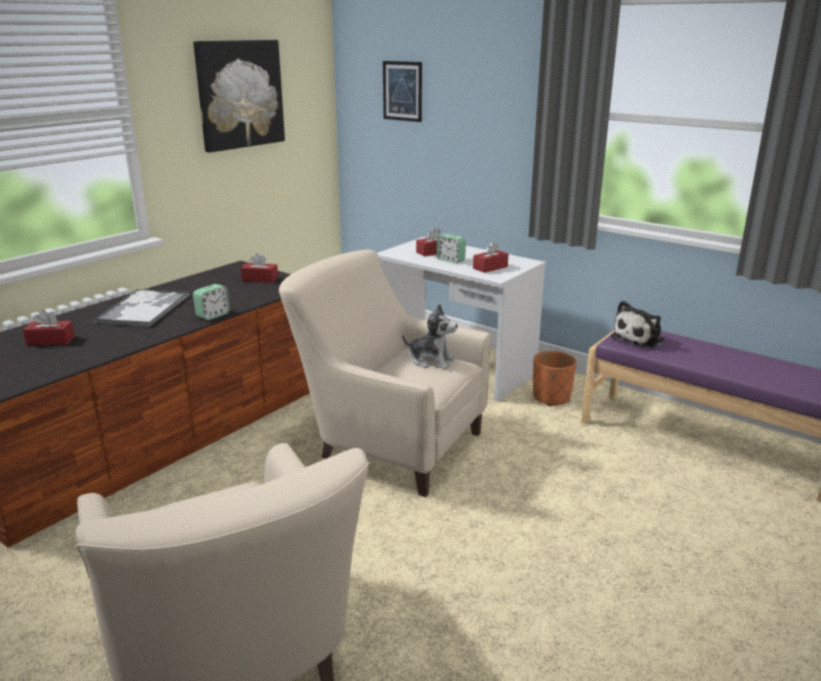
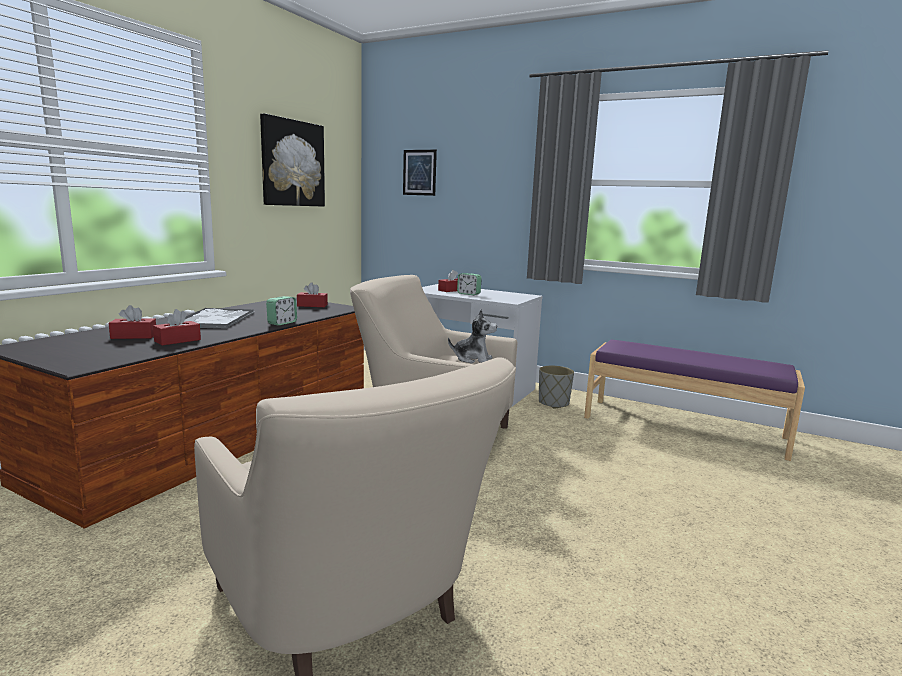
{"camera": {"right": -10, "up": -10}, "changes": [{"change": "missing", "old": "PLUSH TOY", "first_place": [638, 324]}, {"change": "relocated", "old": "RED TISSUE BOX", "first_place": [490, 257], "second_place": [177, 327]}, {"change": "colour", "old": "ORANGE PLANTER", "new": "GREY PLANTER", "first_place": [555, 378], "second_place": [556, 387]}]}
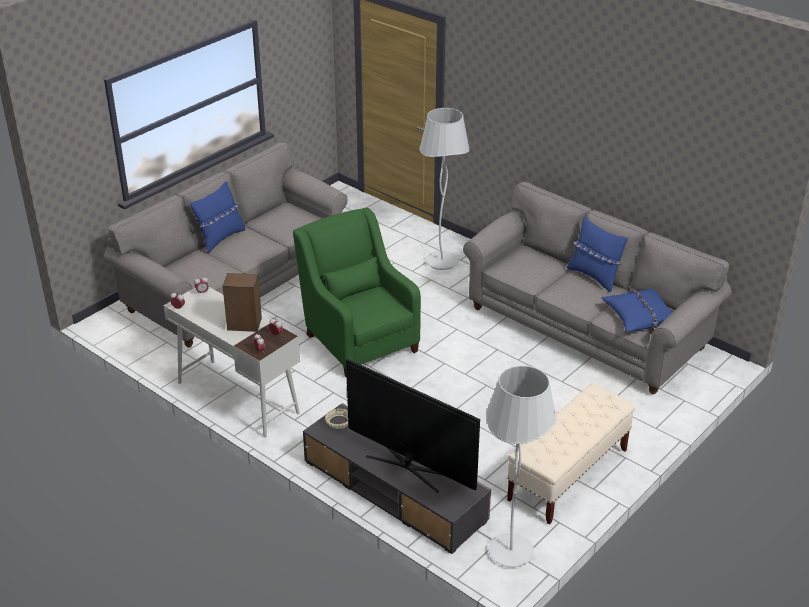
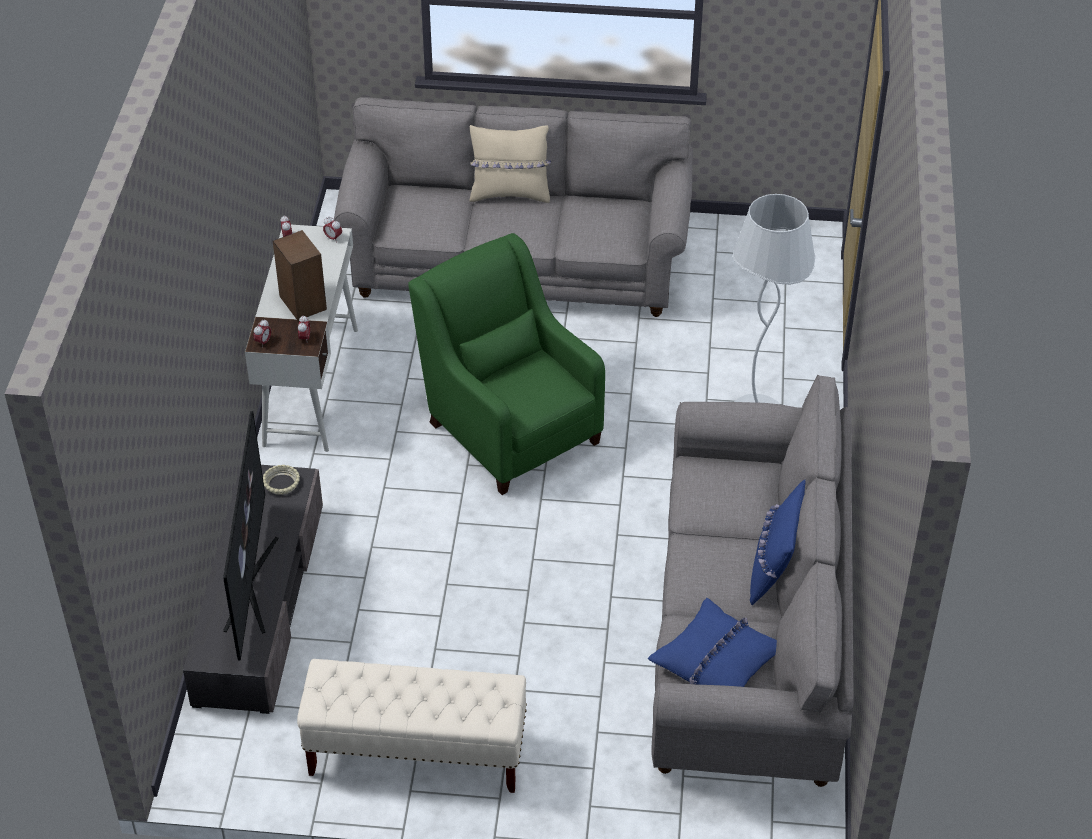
{"camera": {"right": 55, "up": 10}, "changes": [{"change": "missing", "old": "WHITE FLOOR LAMP", "first_place": [521, 466]}, {"change": "colour", "old": "BLUE PILLOW", "new": "BEIGE PILLOW", "first_place": [218, 217], "second_place": [510, 164]}, {"change": "spun", "old": "GREEN ARMCHAIR", "first_place": [357, 293], "second_place": [506, 364], "degrees": -60}]}
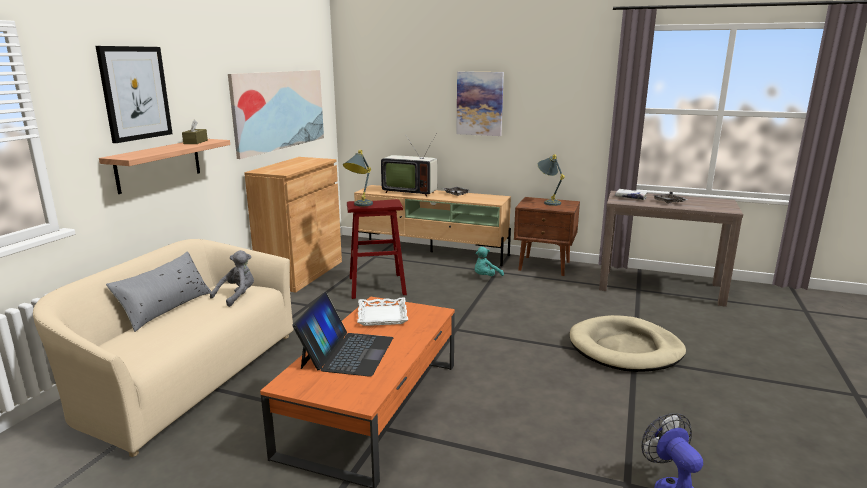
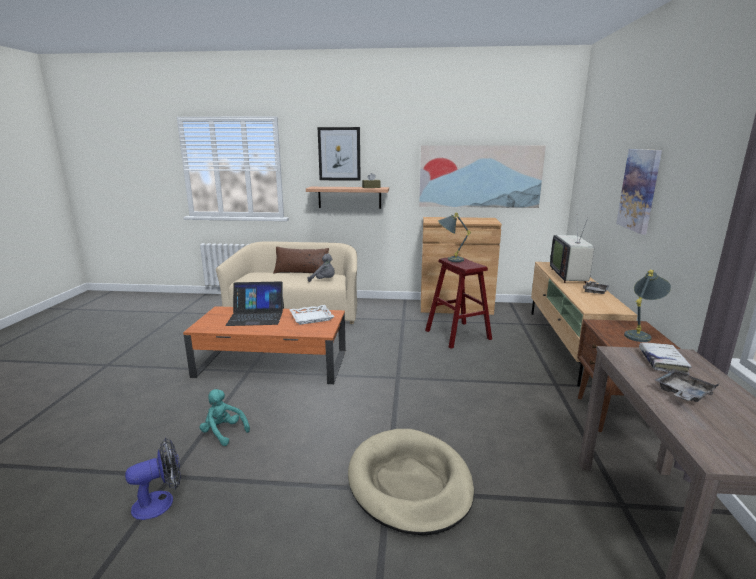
{"camera": {"right": 75, "up": 0}, "changes": [{"change": "relocated", "old": "TURQUOISE PLUSH TOY", "first_place": [489, 261], "second_place": [224, 417]}, {"change": "colour", "old": "GREY PILLOW", "new": "BROWN PILLOW", "first_place": [158, 291], "second_place": [301, 260]}]}
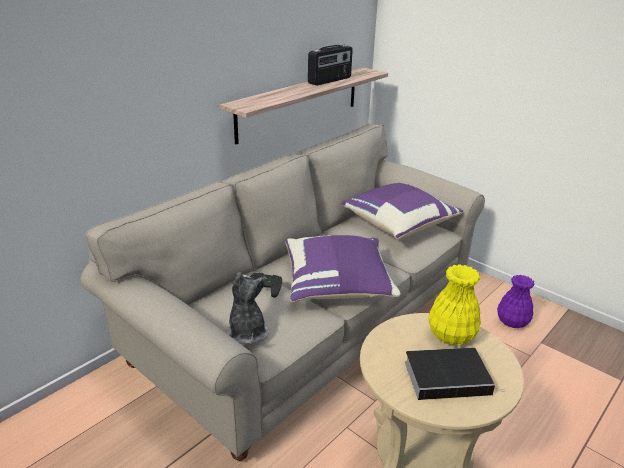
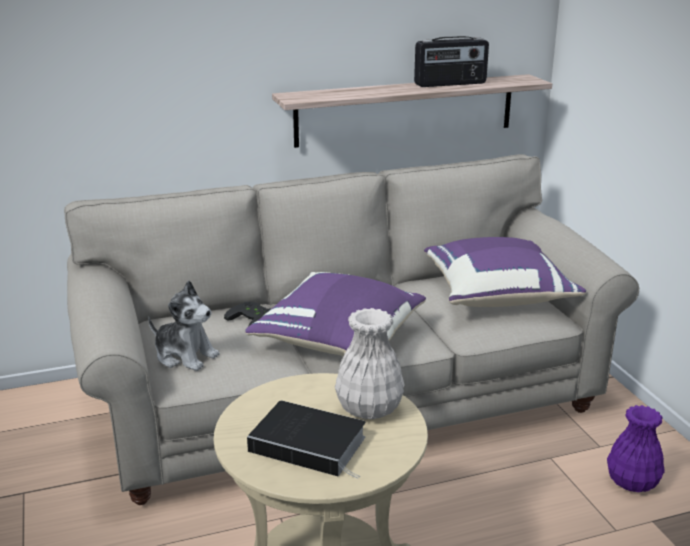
{"camera": {"right": 30, "up": -5}, "changes": [{"change": "colour", "old": "YELLOW VASE", "new": "WHITE VASE", "first_place": [454, 304], "second_place": [369, 363]}, {"change": "spun", "old": "PLUSH TOY", "first_place": [247, 308], "second_place": [184, 325], "degrees": 105}]}
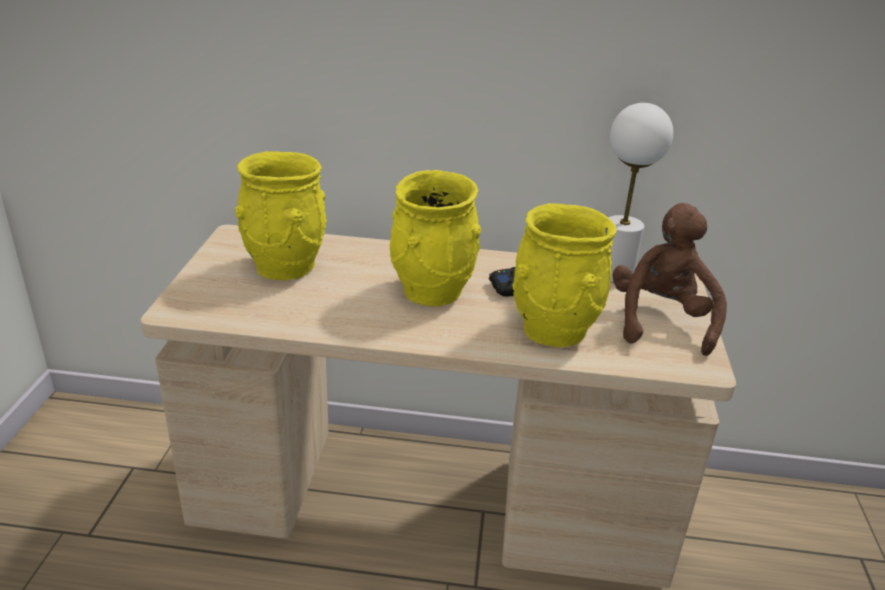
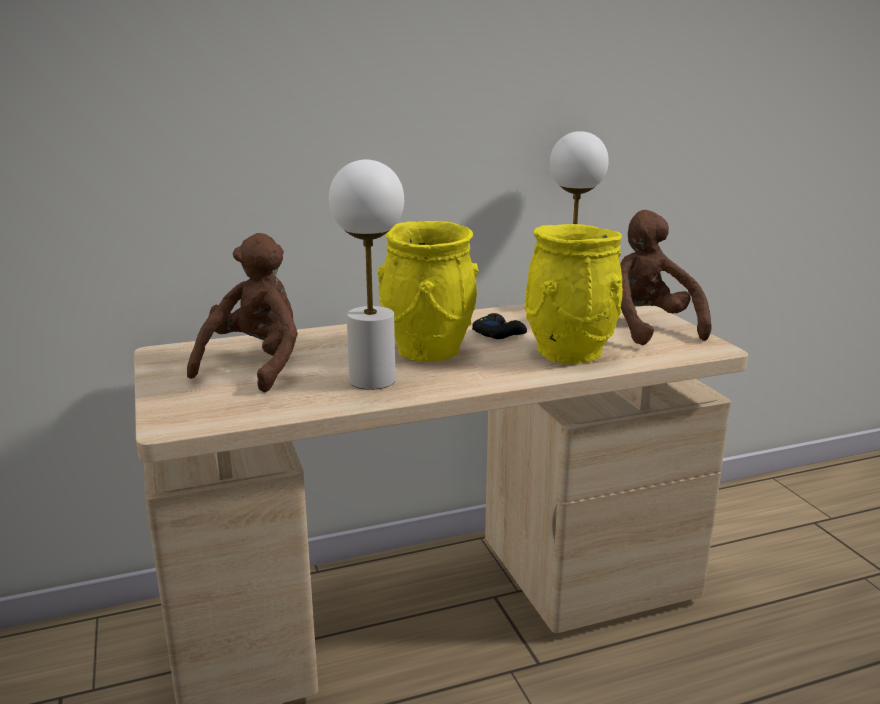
{"camera": {"right": -25, "up": -10}, "changes": [{"change": "appeared", "new": "WHITE TABLE LAMP", "second_place": [366, 275]}, {"change": "exchanged", "old": "YELLOW VASE", "new": "BROWN PLUSH TOY", "first_place": [281, 216], "second_place": [242, 312]}]}
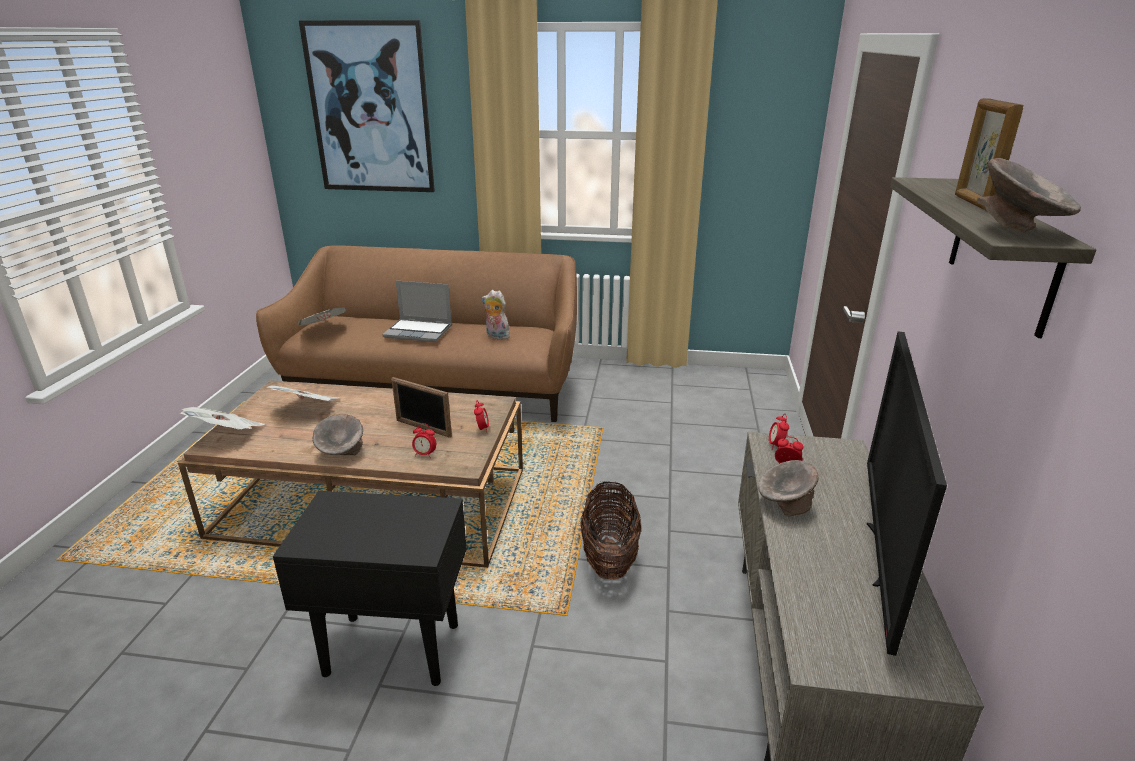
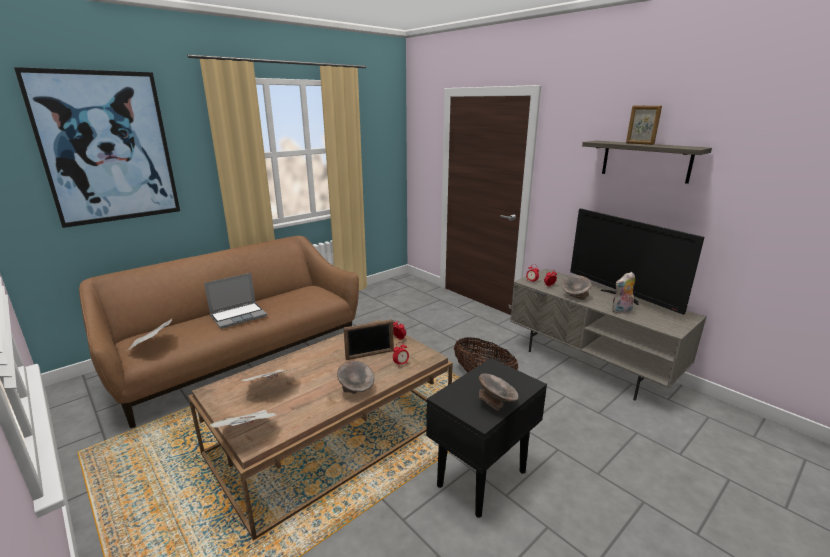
{"camera": {"right": -50, "up": -5}, "changes": [{"change": "relocated", "old": "PLUSH TOY", "first_place": [496, 315], "second_place": [623, 293]}, {"change": "relocated", "old": "GREY BOWL", "first_place": [1029, 195], "second_place": [499, 392]}]}
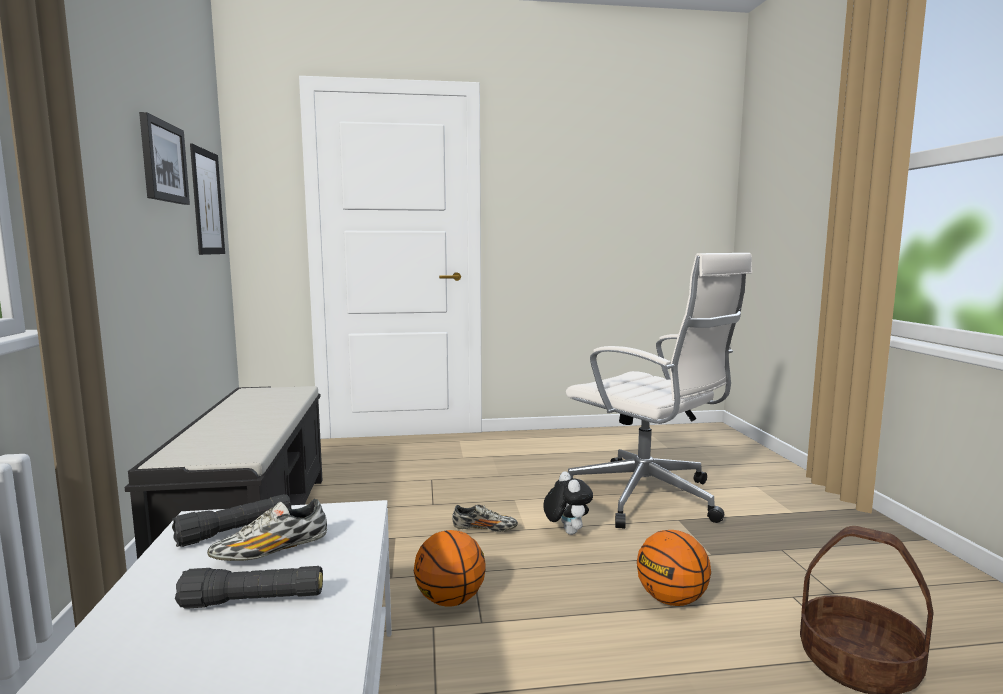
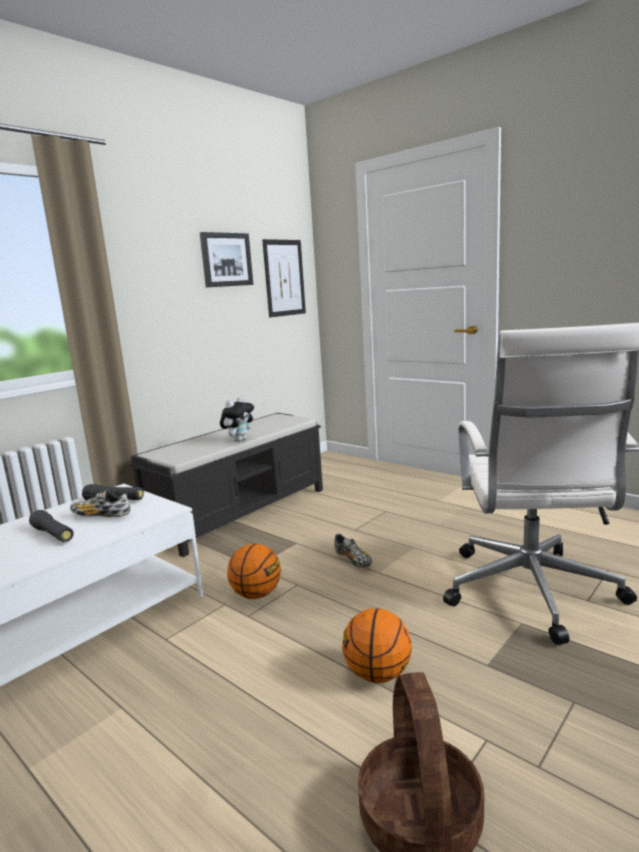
{"camera": {"right": 50, "up": 5}, "changes": [{"change": "relocated", "old": "PLUSH TOY", "first_place": [568, 503], "second_place": [237, 419]}]}
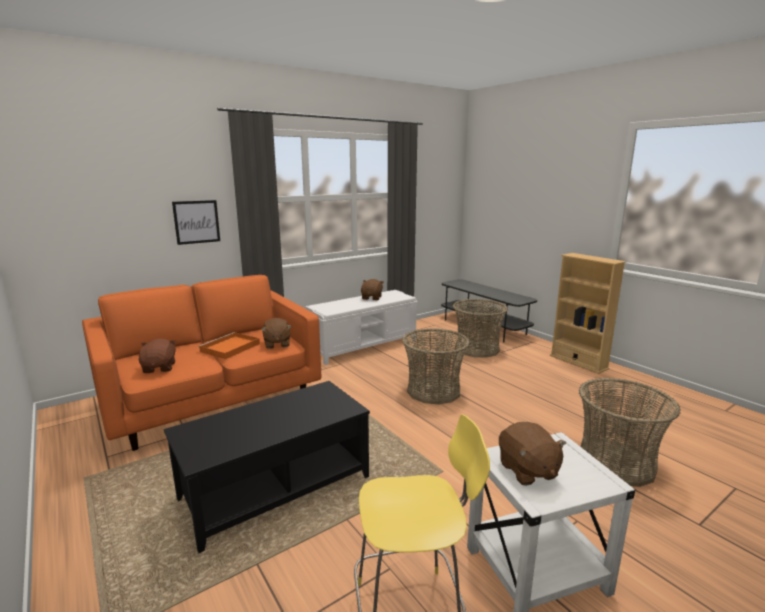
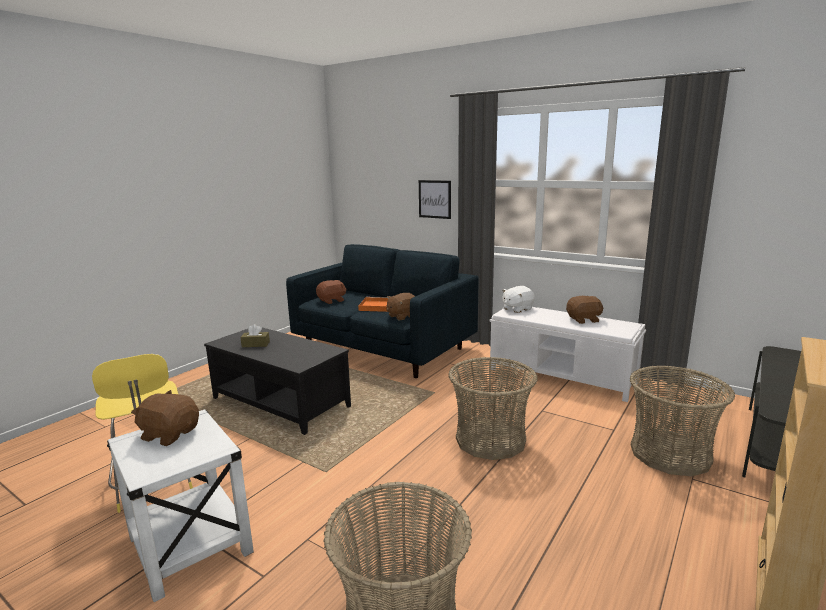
{"camera": {"right": 70, "up": 0}, "changes": [{"change": "appeared", "new": "BROWN TISSUE BOX", "second_place": [255, 335]}, {"change": "appeared", "new": "WHITE PLUSH TOY", "second_place": [518, 299]}, {"change": "colour", "old": "ORANGE SOFA", "new": "BLUE SOFA", "first_place": [201, 363], "second_place": [382, 311]}, {"change": "spun", "old": "BROWN PLUSH TOY", "first_place": [532, 454], "second_place": [165, 418], "degrees": 60}]}
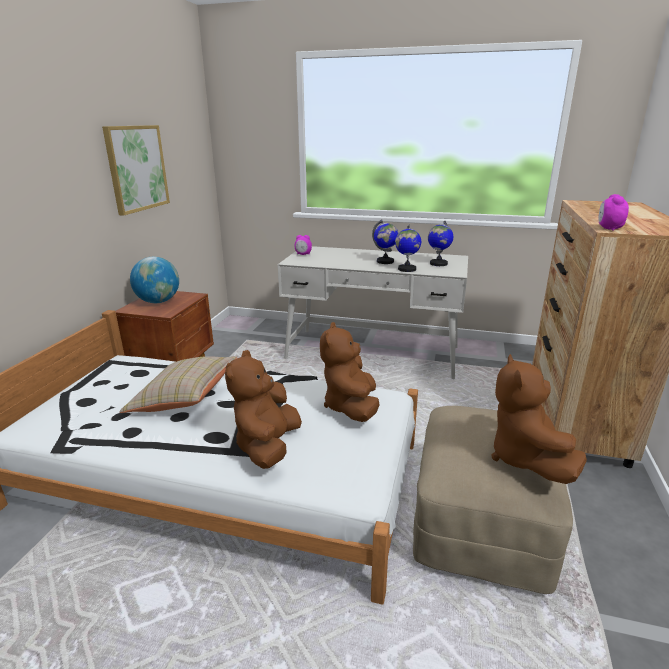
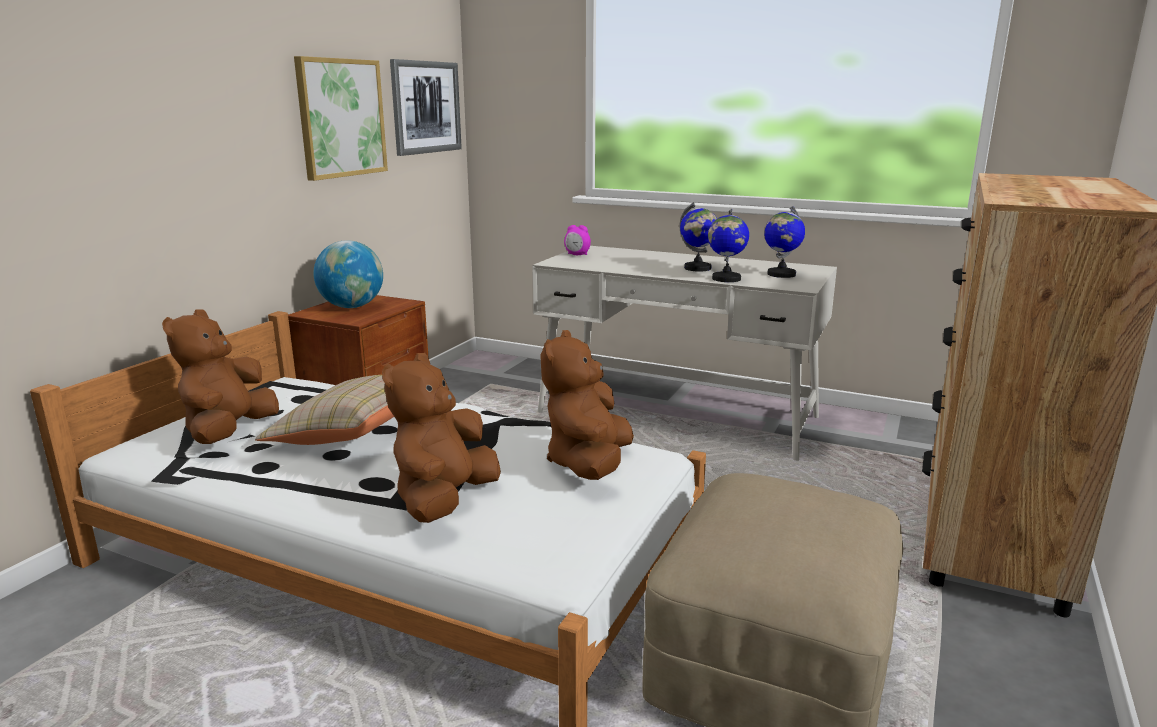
{"camera": {"right": 10, "up": -5}, "changes": [{"change": "missing", "old": "ALARM CLOCK", "first_place": [614, 212]}, {"change": "appeared", "new": "PICTURE", "second_place": [426, 107]}, {"change": "relocated", "old": "BROWN PLUSH TOY", "first_place": [539, 419], "second_place": [220, 376]}]}
